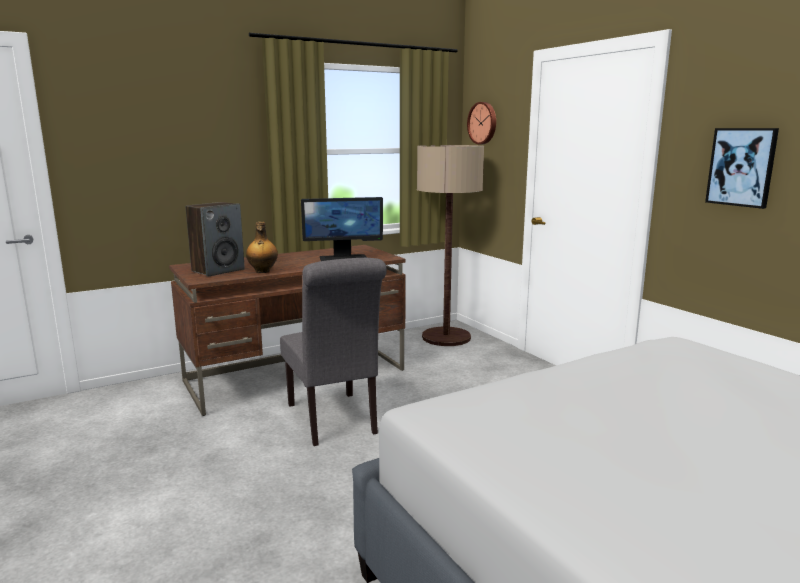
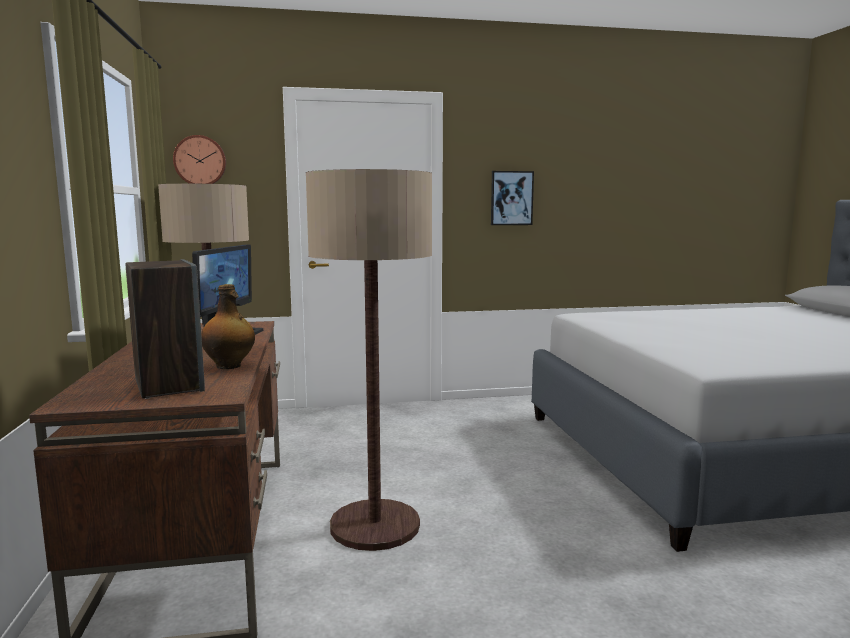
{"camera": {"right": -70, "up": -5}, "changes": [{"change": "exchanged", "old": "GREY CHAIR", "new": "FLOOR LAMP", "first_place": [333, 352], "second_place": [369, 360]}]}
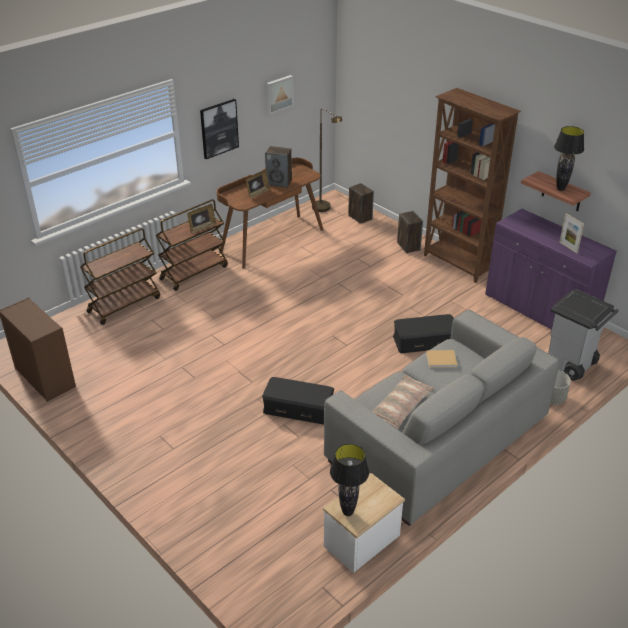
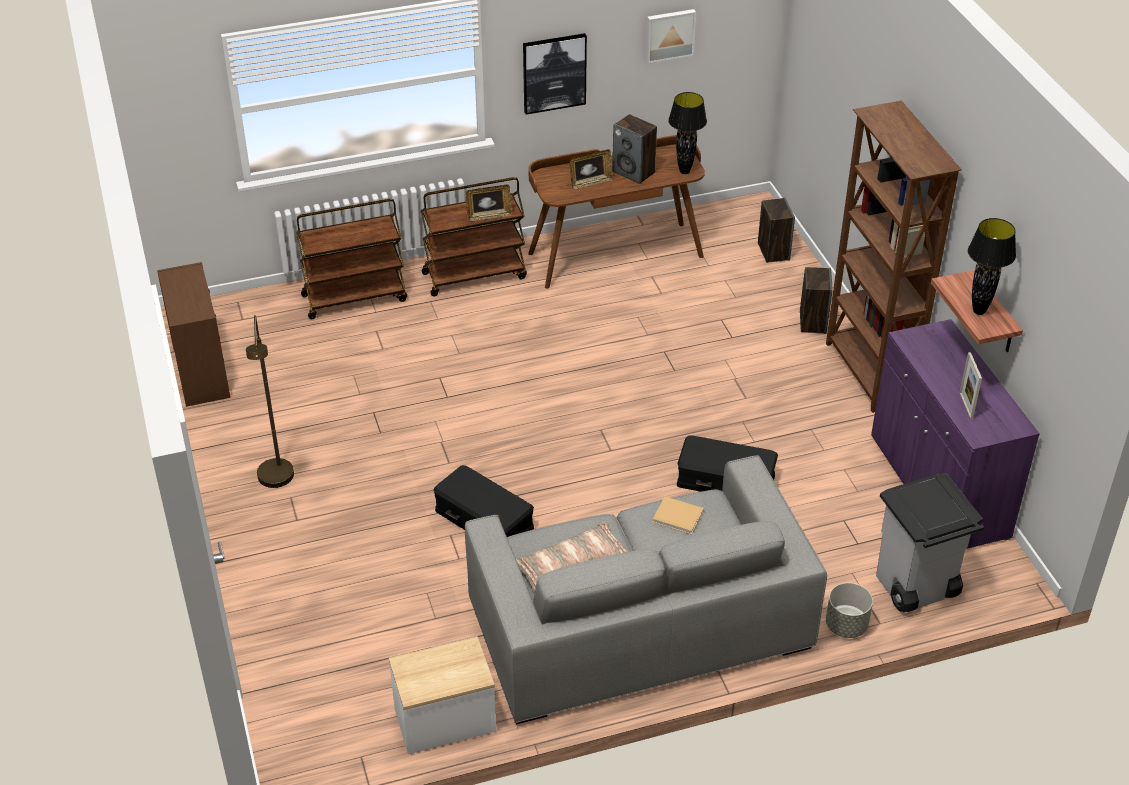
{"camera": {"right": 25, "up": 5}, "changes": [{"change": "relocated", "old": "BROWN FLOOR LAMP", "first_place": [327, 160], "second_place": [270, 401]}, {"change": "relocated", "old": "BLACK TABLE LAMP", "first_place": [349, 480], "second_place": [687, 133]}]}
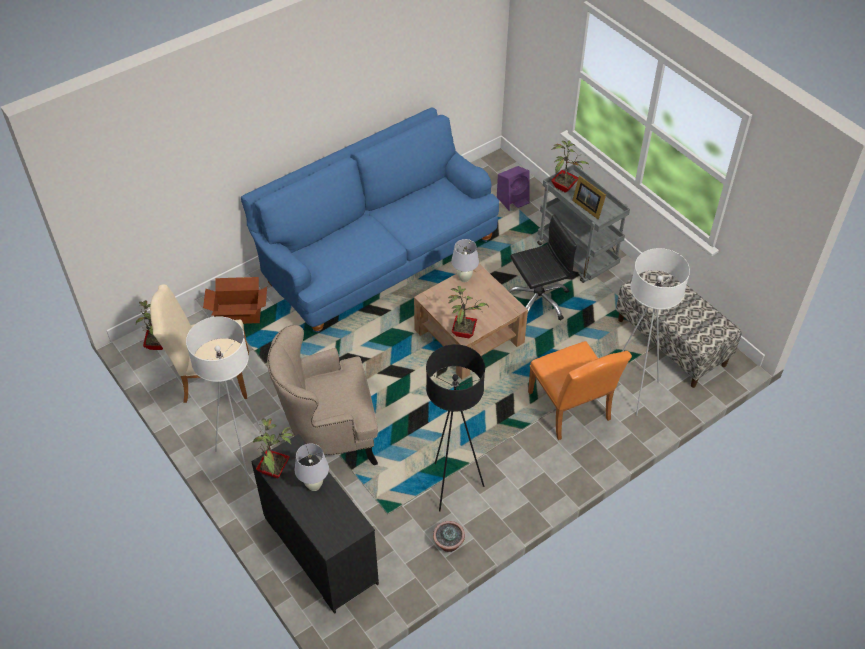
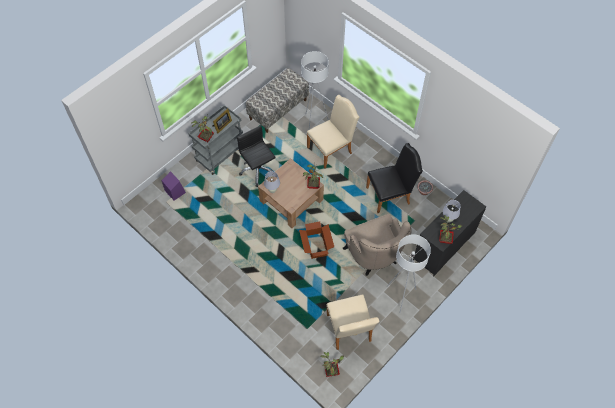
{"camera": {"right": -100, "up": 10}, "changes": [{"change": "missing", "old": "BLUE SOFA", "first_place": [370, 220]}, {"change": "relocated", "old": "CARDBOARD BOX", "first_place": [235, 300], "second_place": [316, 240]}, {"change": "exchanged", "old": "BLACK FLOOR LAMP", "new": "BLACK CHAIR", "first_place": [455, 427], "second_place": [394, 178]}, {"change": "colour", "old": "ORANGE CHAIR", "new": "BEIGE CHAIR", "first_place": [580, 390], "second_place": [333, 131]}]}
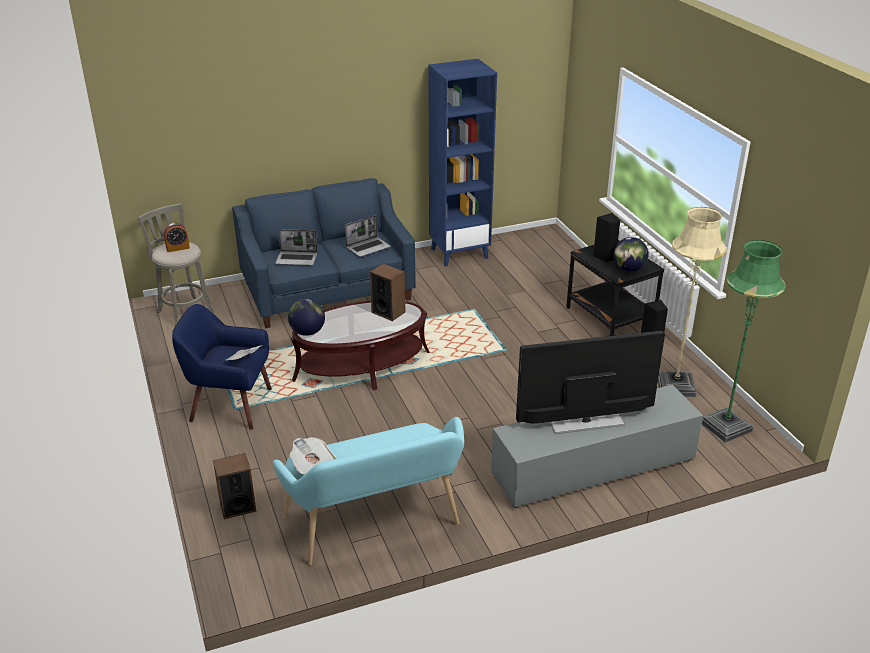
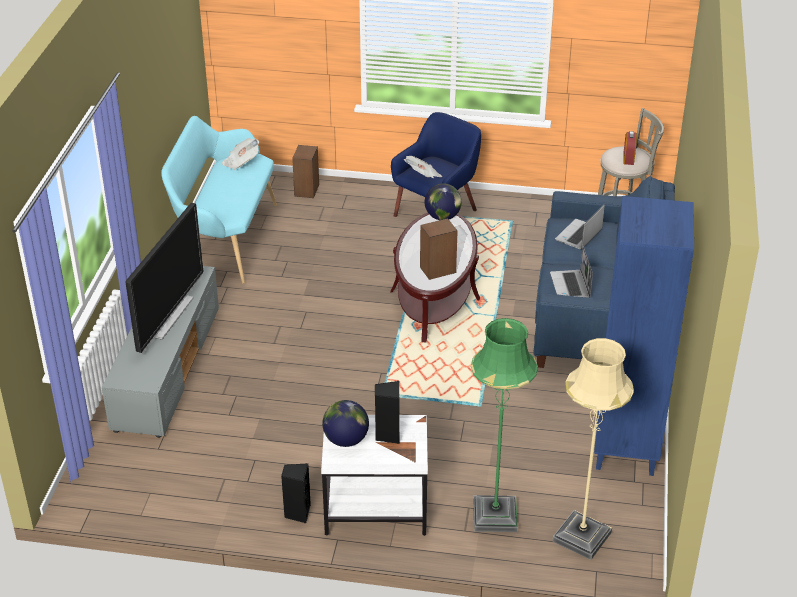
{"camera": {"right": 120, "up": 5}, "changes": [{"change": "relocated", "old": "BEIGE FLOOR LAMP", "first_place": [692, 302], "second_place": [593, 449]}, {"change": "relocated", "old": "GREEN FLOOR LAMP", "first_place": [744, 341], "second_place": [504, 425]}, {"change": "colour", "old": "BLACK SIDE TABLE", "new": "WHITE SIDE TABLE", "first_place": [615, 288], "second_place": [374, 475]}]}
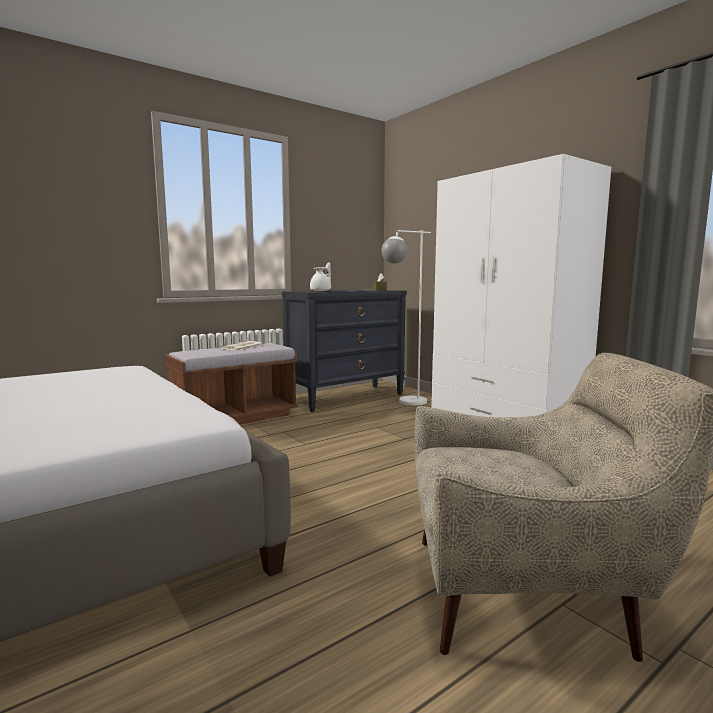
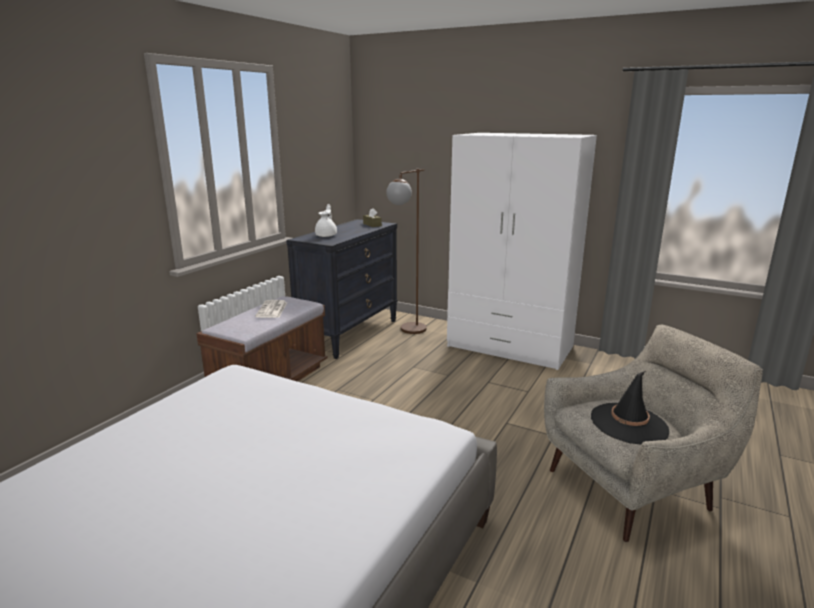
{"camera": {"right": -25, "up": 10}, "changes": [{"change": "appeared", "new": "BLACK HAT", "second_place": [630, 408]}, {"change": "colour", "old": "WHITE FLOOR LAMP", "new": "BROWN FLOOR LAMP", "first_place": [406, 317], "second_place": [406, 251]}]}
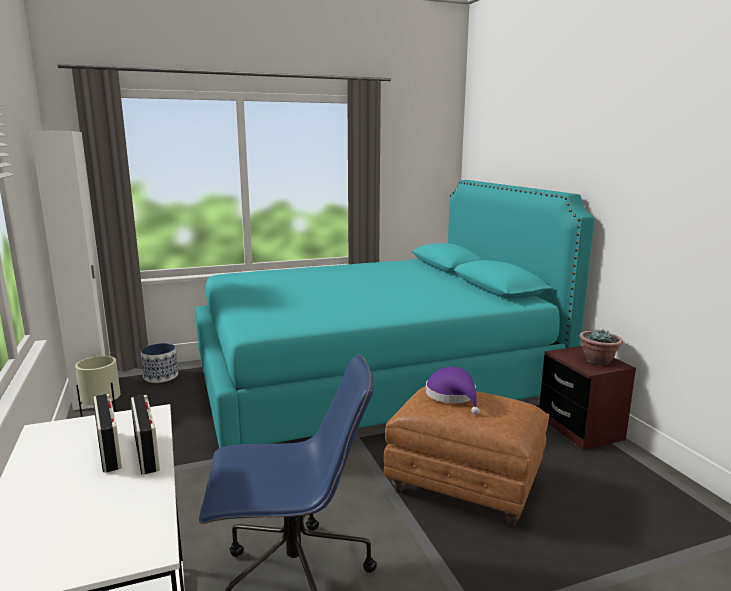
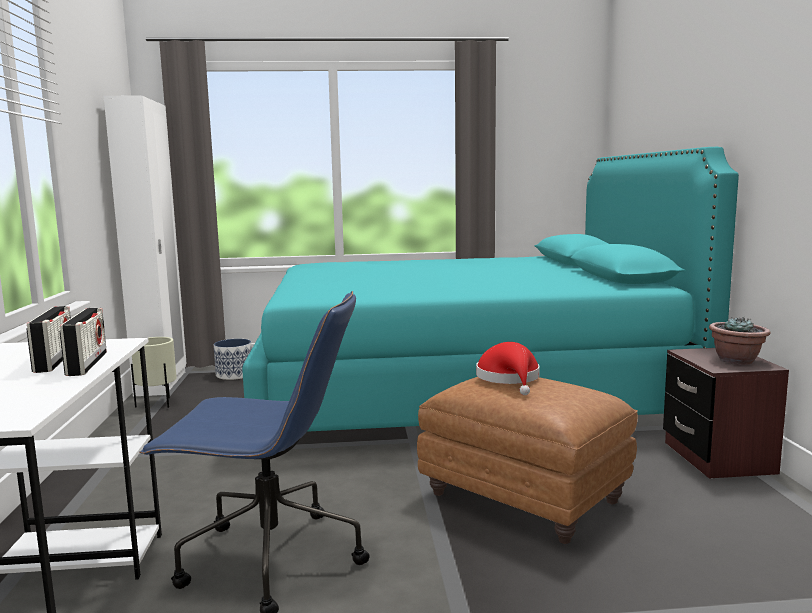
{"camera": {"right": 15, "up": -5}, "changes": [{"change": "colour", "old": "PURPLE HAT", "new": "RED HAT", "first_place": [453, 391], "second_place": [508, 368]}]}
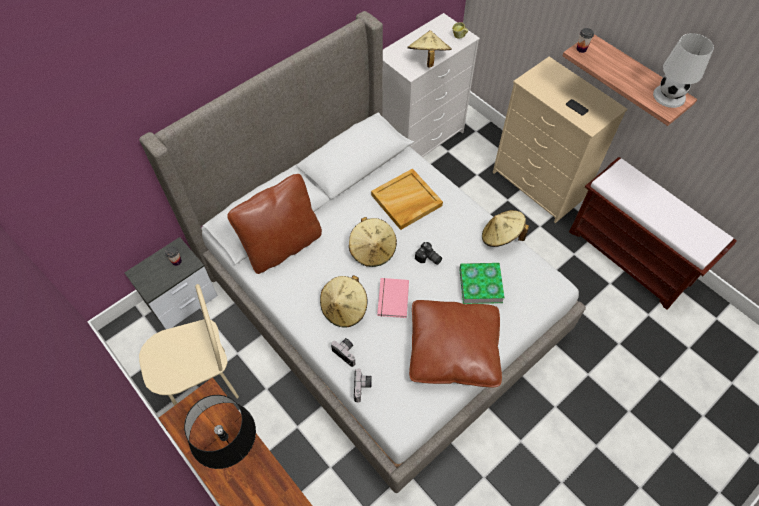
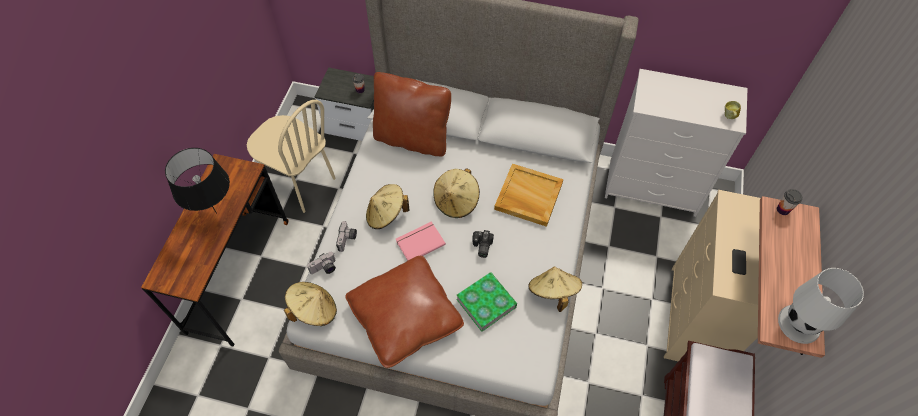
{"camera": {"right": 55, "up": 0}, "changes": [{"change": "relocated", "old": "BEIGE HAT", "first_place": [429, 49], "second_place": [310, 304]}]}
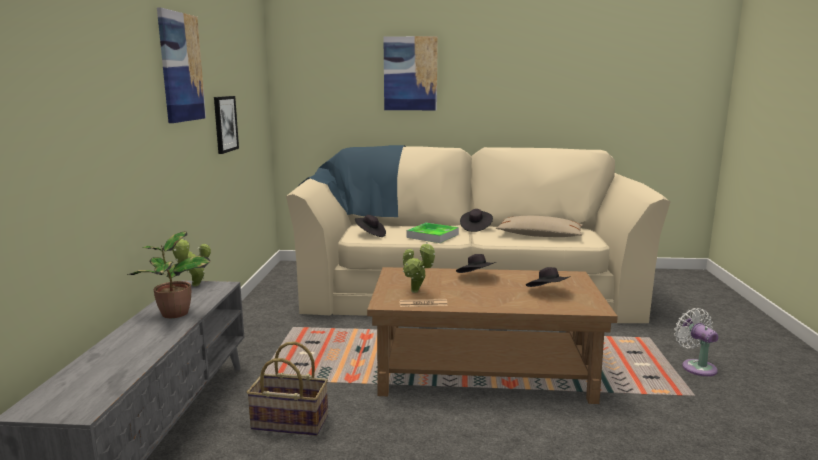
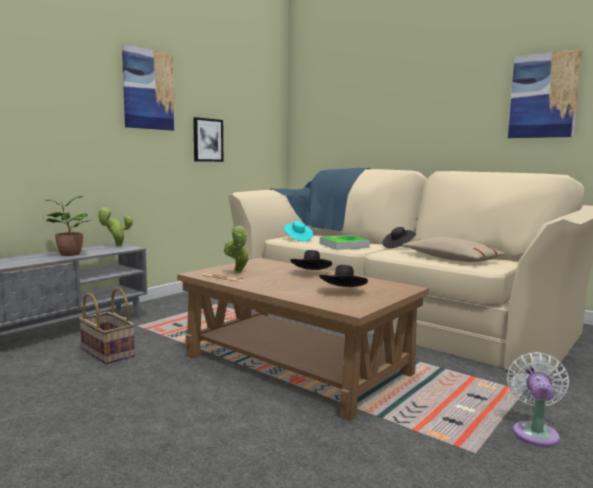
{"camera": {"right": 35, "up": -5}, "changes": [{"change": "relocated", "old": "PICTURE", "first_place": [411, 73], "second_place": [545, 93]}, {"change": "colour", "old": "BLACK HAT", "new": "TURQUOISE HAT", "first_place": [370, 226], "second_place": [298, 231]}]}
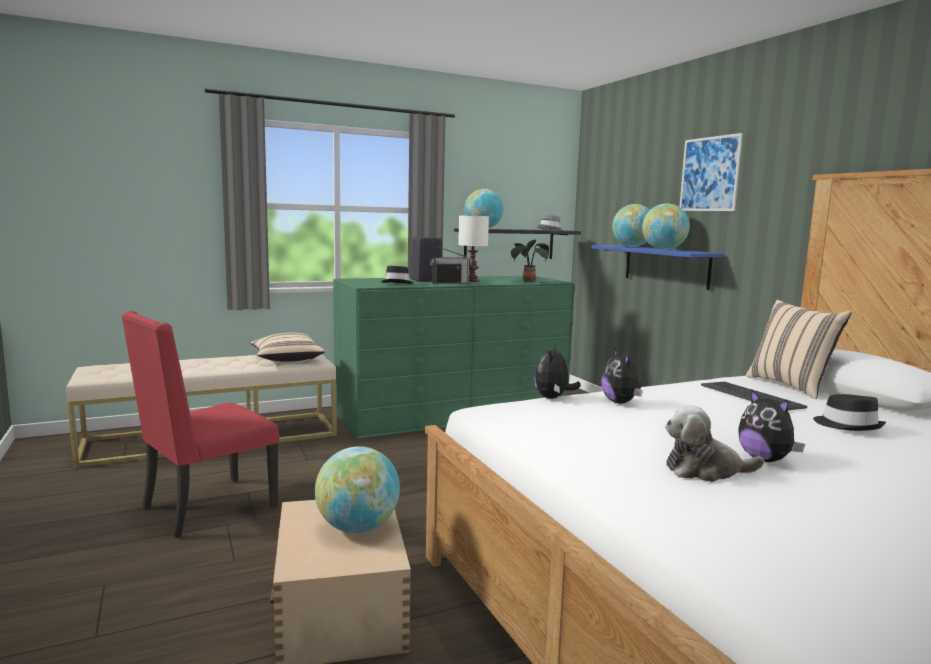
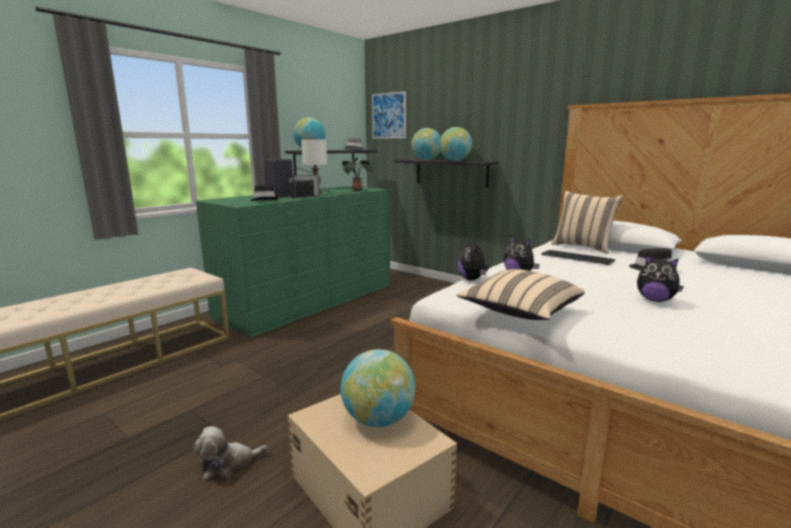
{"camera": {"right": -25, "up": 5}, "changes": [{"change": "missing", "old": "RED CHAIR", "first_place": [200, 424]}, {"change": "relocated", "old": "BEIGE PILLOW", "first_place": [288, 347], "second_place": [521, 294]}, {"change": "relocated", "old": "PLUSH TOY", "first_place": [714, 443], "second_place": [230, 453]}, {"change": "relocated", "old": "PICTURE", "first_place": [711, 172], "second_place": [389, 115]}, {"change": "colour", "old": "BLUE SHELF", "new": "BLACK SHELF", "first_place": [658, 267], "second_place": [447, 173]}]}
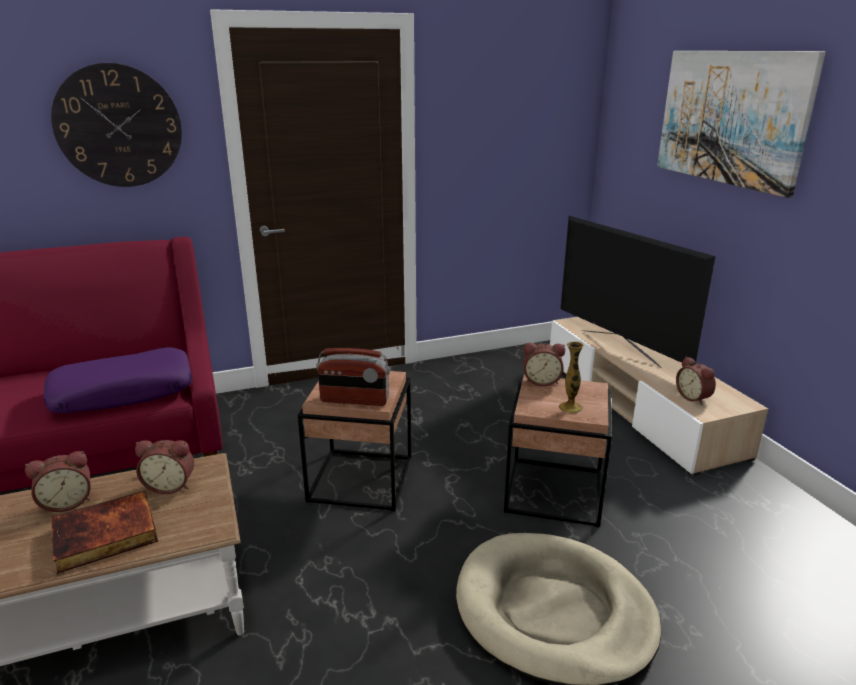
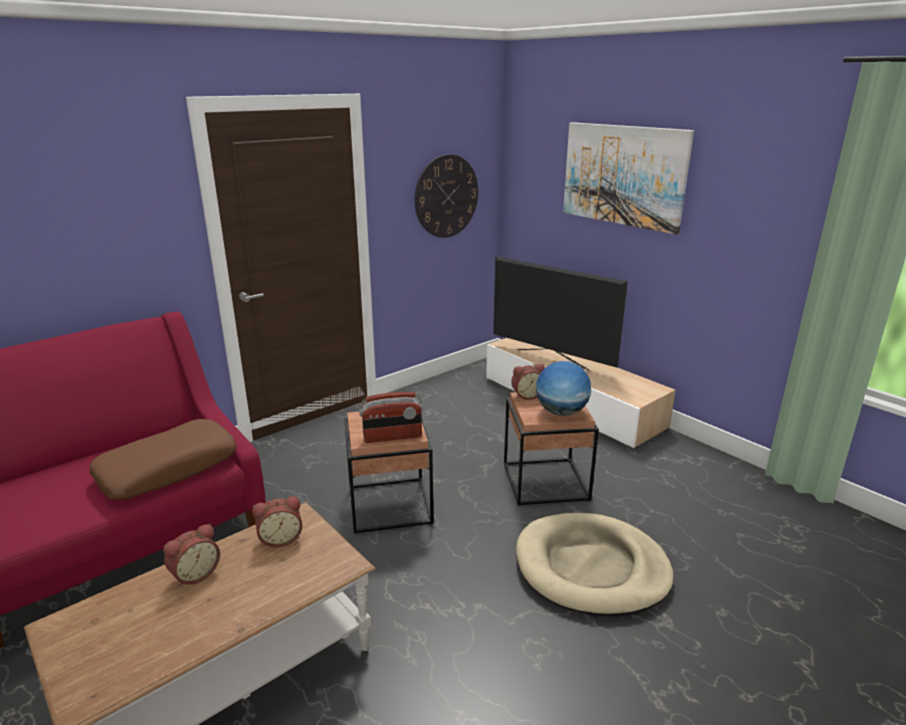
{"camera": {"right": -20, "up": 0}, "changes": [{"change": "missing", "old": "BOOK", "first_place": [104, 532]}, {"change": "missing", "old": "ALARM CLOCK", "first_place": [696, 381]}, {"change": "relocated", "old": "WALL CLOCK", "first_place": [116, 125], "second_place": [446, 196]}, {"change": "exchanged", "old": "VASE", "new": "GLOBE", "first_place": [571, 377], "second_place": [563, 388]}, {"change": "colour", "old": "PURPLE PILLOW", "new": "BROWN PILLOW", "first_place": [118, 380], "second_place": [162, 459]}]}
